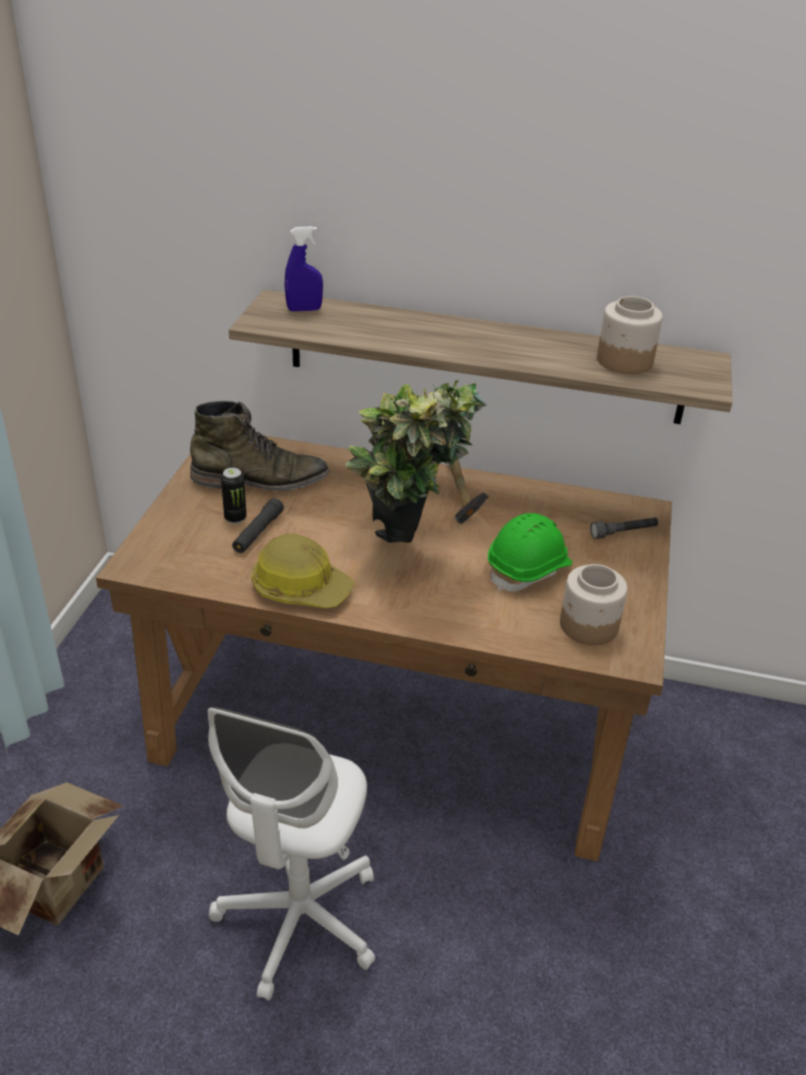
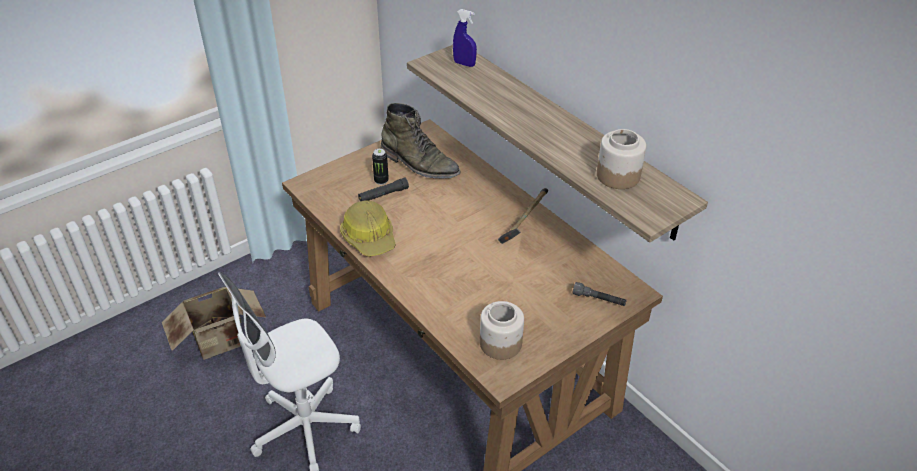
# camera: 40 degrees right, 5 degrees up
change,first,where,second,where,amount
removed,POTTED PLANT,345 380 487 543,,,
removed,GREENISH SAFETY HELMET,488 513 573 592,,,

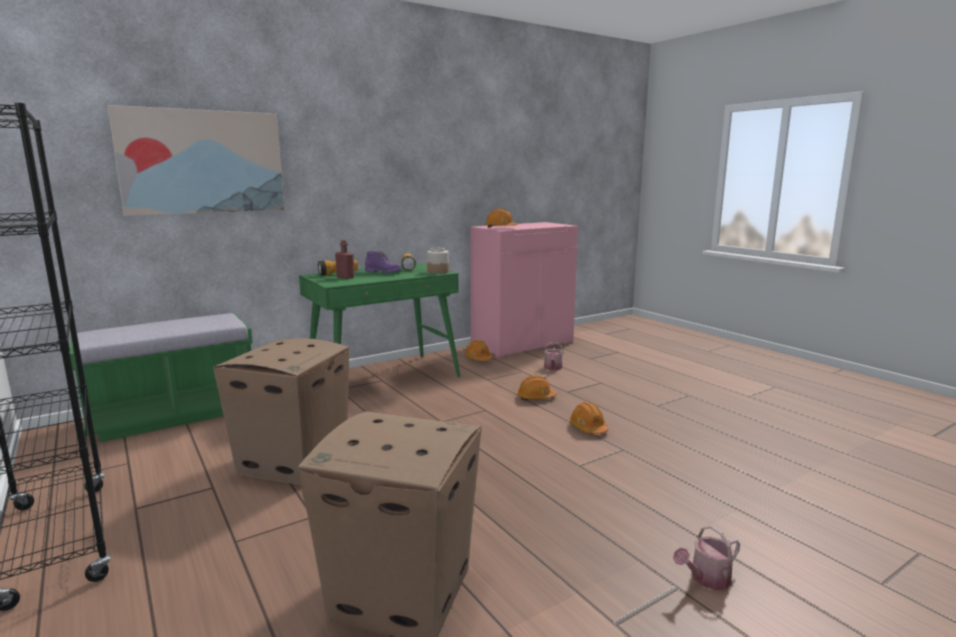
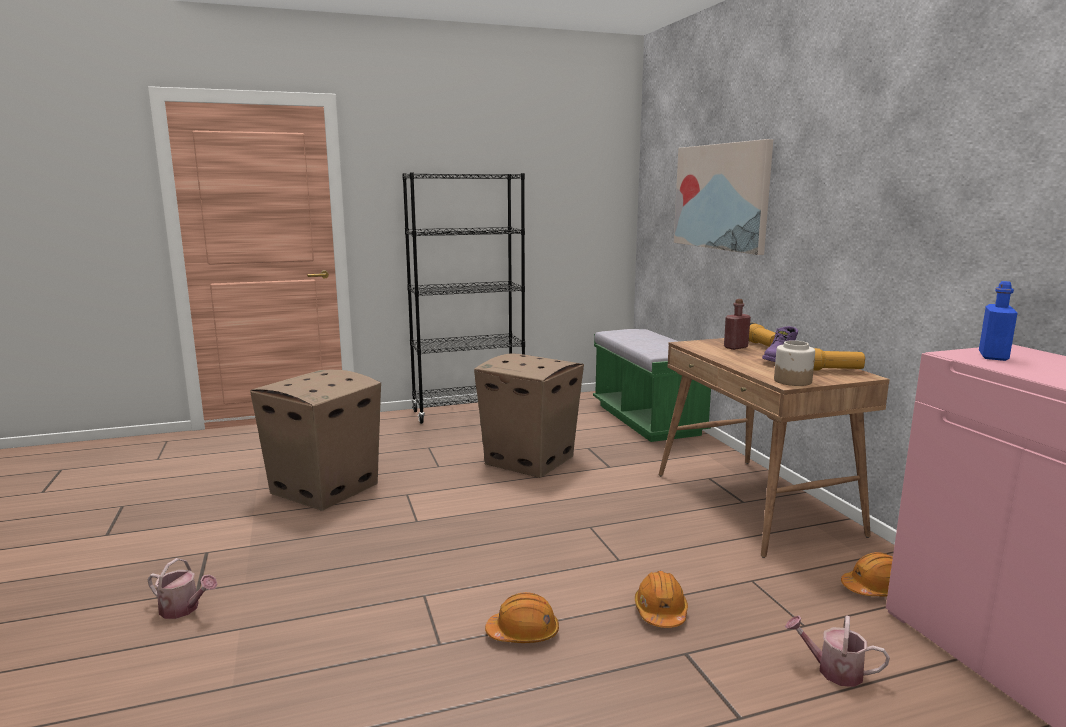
# camera: 105 degrees right, 0 degrees up
change,first,where,second,where,amount
turned,WATERING CAN,673 526 740 590,,147 558 217 619,120 degrees clockwise
recoloured,GREENISH DESK,299 263 460 377,BROWNISH DESK,659 338 890 558,
replaced,ORANGE-COLOURED SAFETY HELMET,485 209 518 228,BLUISH BOTTLE,979 281 1017 361,

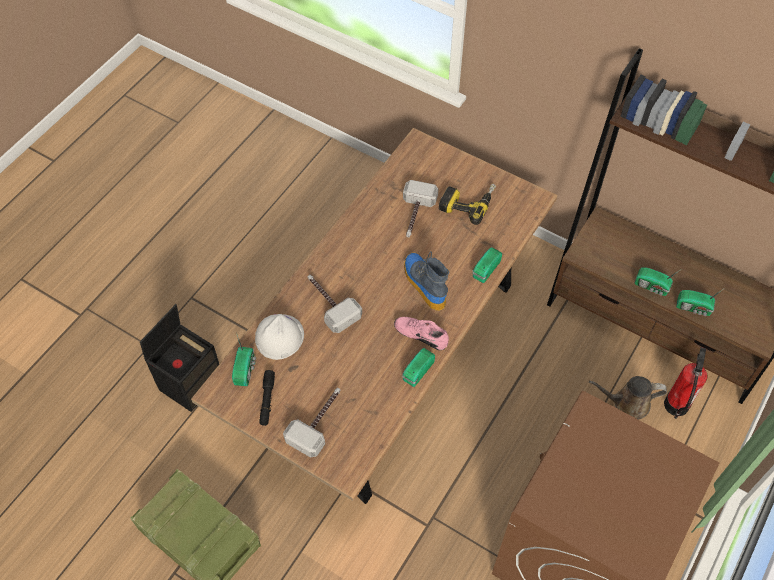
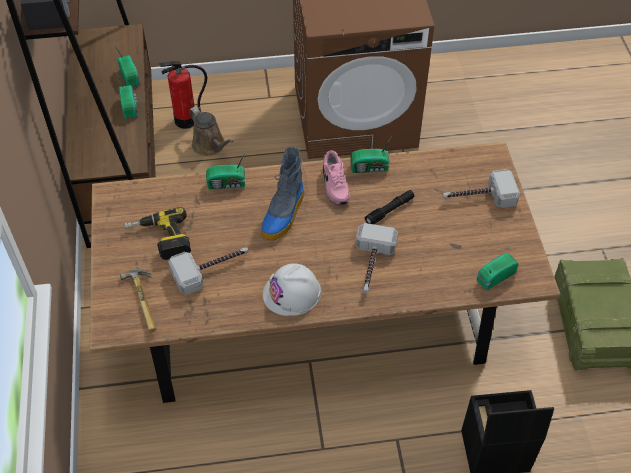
# camera: 130 degrees left, 5 degrees down
change,first,where,second,where,amount
added,,,HAMMER,120 269 157 332,
moved,WHITE SAFETY HELMET,255 314 304 360,,263 263 321 316,
moved,BLACKISH TORCH,259 370 275 426,,365 190 414 224,

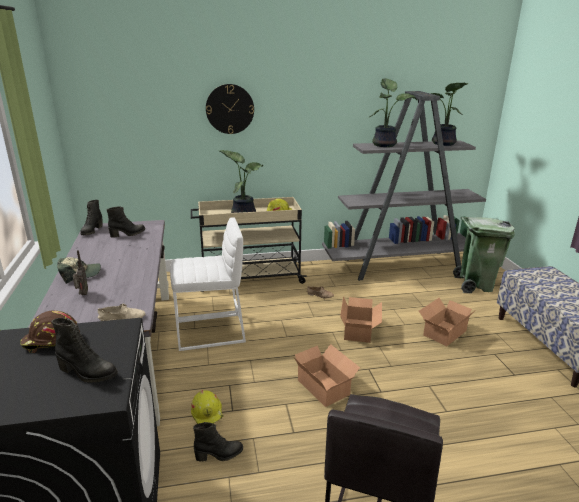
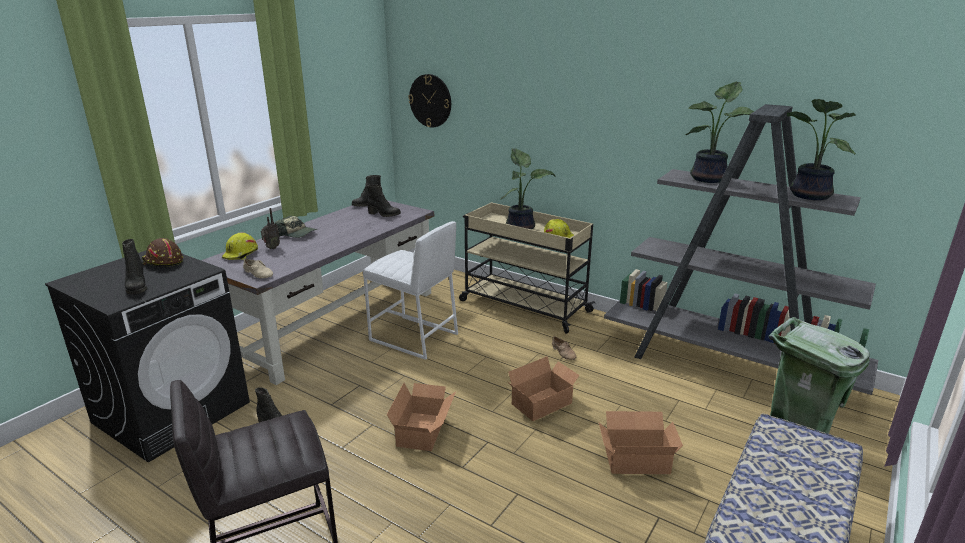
# camera: 45 degrees right, 0 degrees up
change,first,where,second,where,amount
moved,YELLOWISH SAFETY HELMET,191 390 223 424,,222 232 258 260,
moved,WALL CLOCK,206 84 254 134,,408 74 451 127,

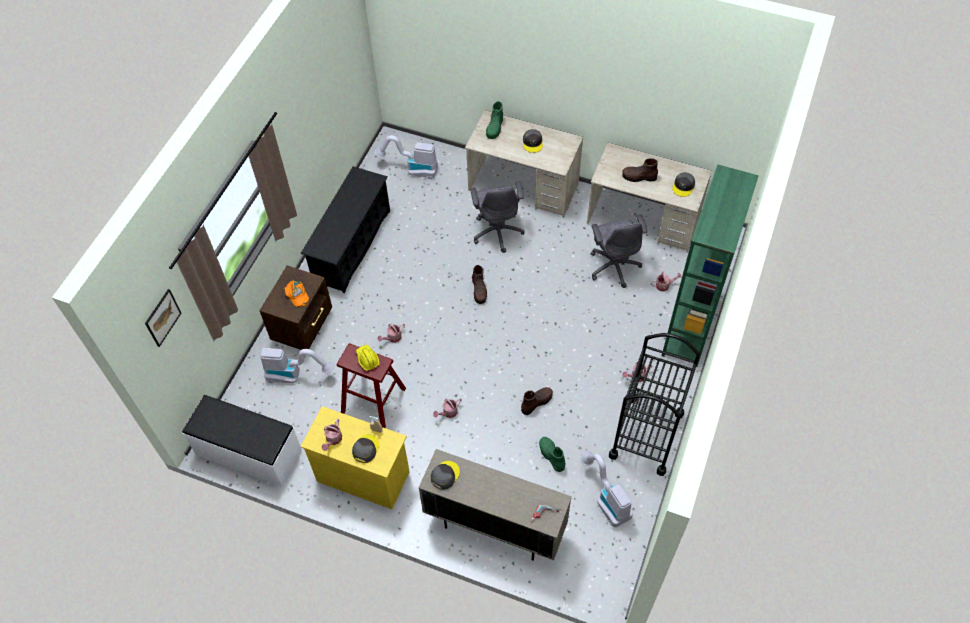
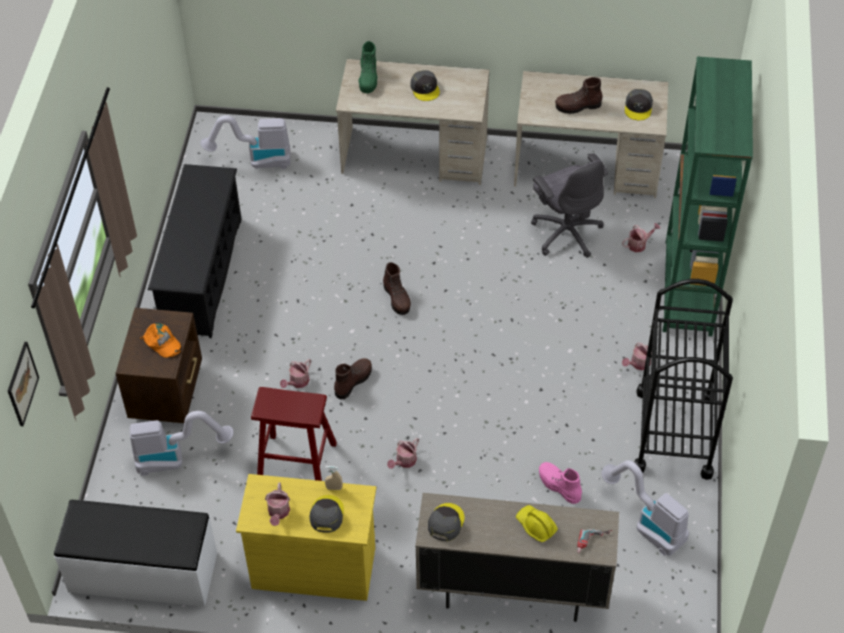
# camera: 15 degrees left, 5 degrees down
change,first,where,second,where,amount
moved,BROWNISH TALL BOOT,521 387 553 415,,334 358 372 399,
moved,YELLOWISH SAFETY HELMET,356 345 380 371,,516 505 558 542,
recoloured,GREENISH TALL BOOT,539 437 565 472,PINK-COLOURED TALL BOOT,539 462 582 504,
removed,GRAY DESK CHAIR,470 181 525 253,,,

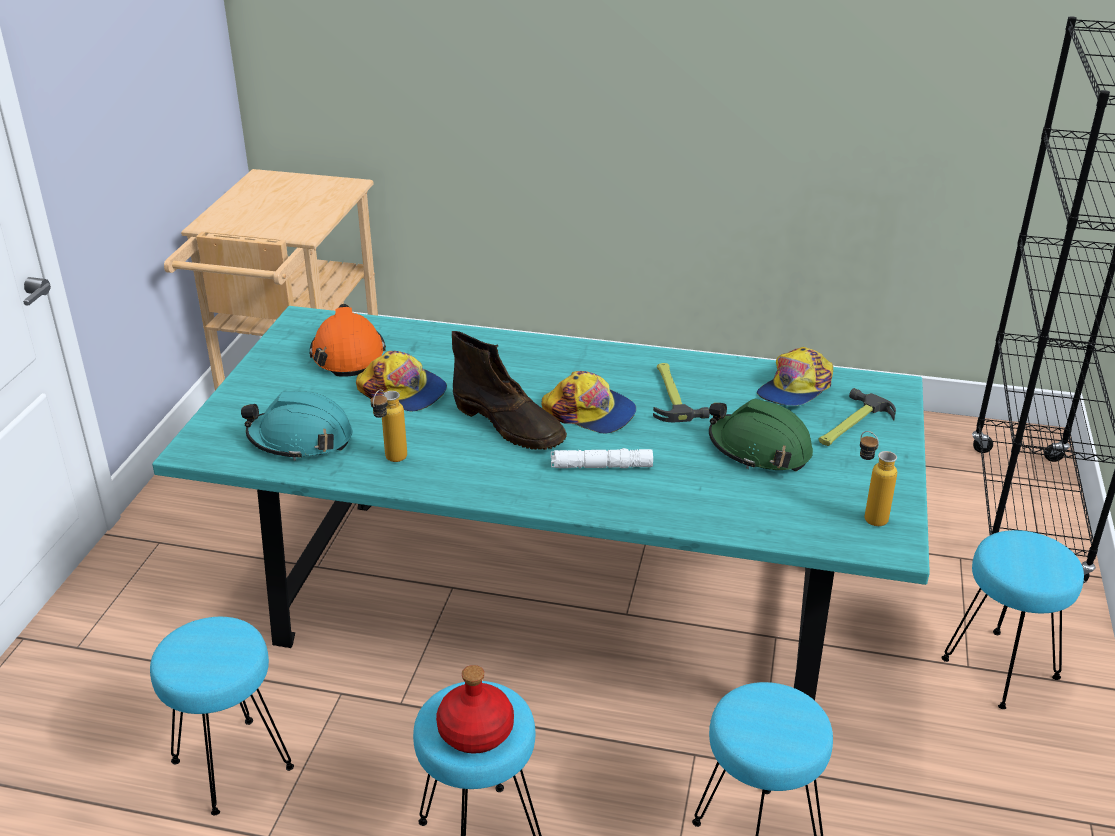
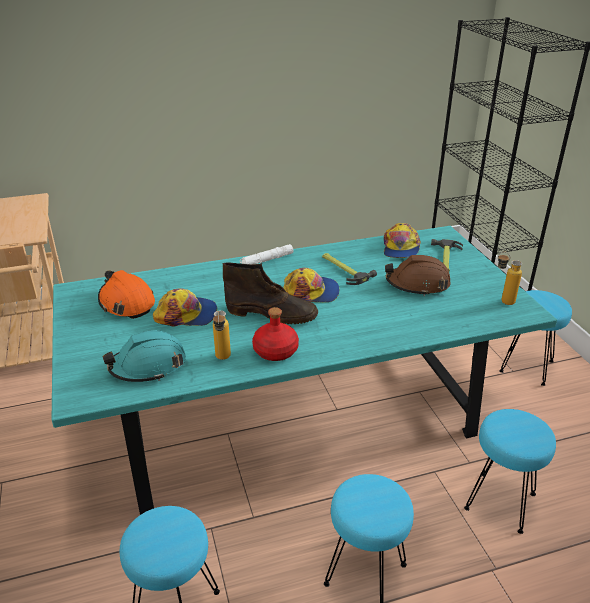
# camera: 30 degrees left, 0 degrees up
change,first,where,second,where,amount
moved,WHITE TORCH,551 448 653 468,,240 244 294 264,
moved,RED BOTTLE,436 665 514 754,,252 307 299 361,
recoloured,GREENISH SAFETY HELMET,709 399 813 471,BROWNISH SAFETY HELMET,385 255 451 296,

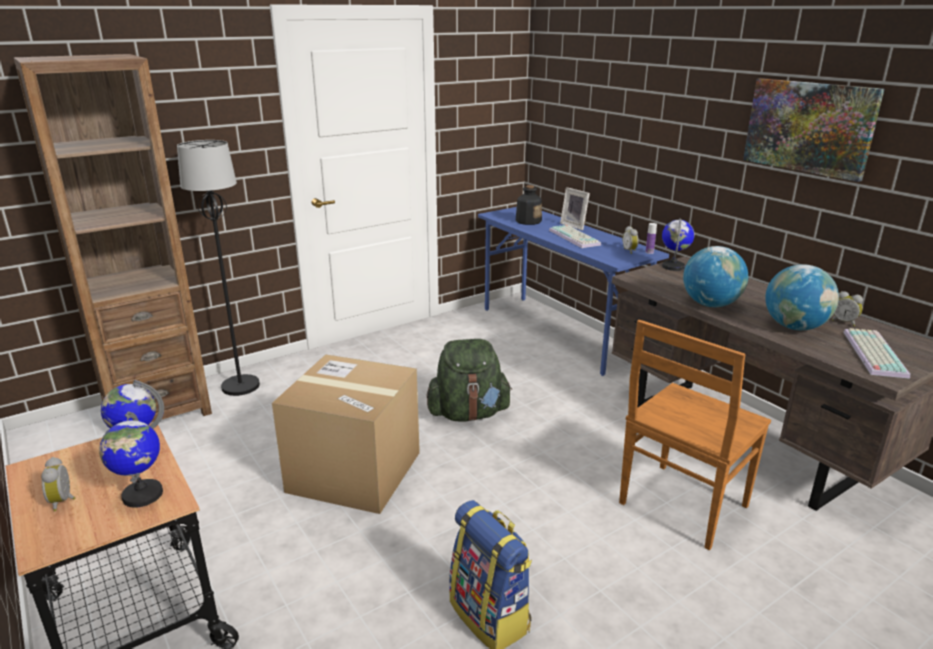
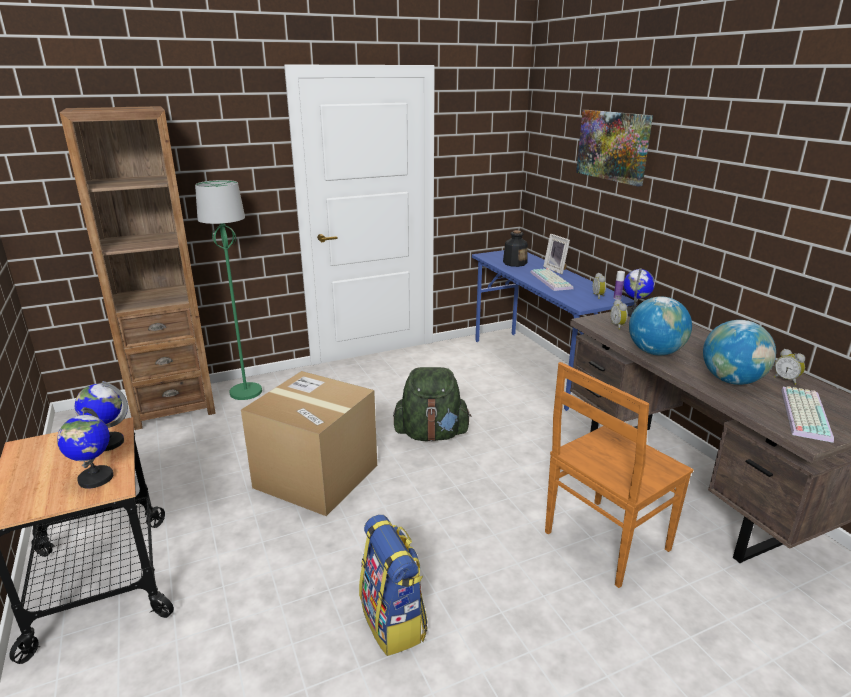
# camera: 10 degrees right, 0 degrees up
change,first,where,second,where,amount
recoloured,BLACKISH STANDARD LAMP,177 140 260 396,GREENISH STANDARD LAMP,195 180 262 400,
moved,WALL ART,743 78 884 182,,576 110 653 187,
moved,ALARM CLOCK,41 457 75 512,,610 299 628 330,

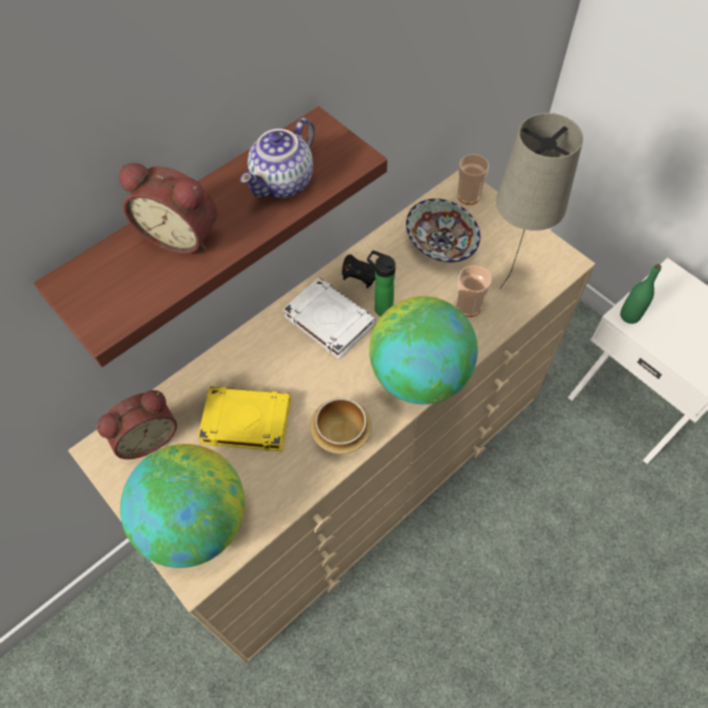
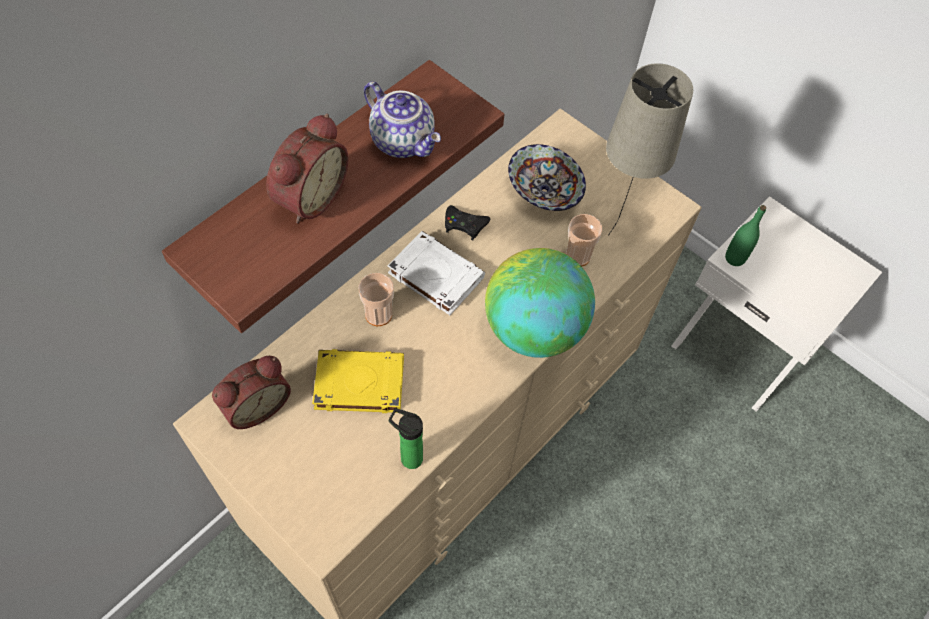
# camera: 10 degrees left, 0 degrees up
change,first,where,second,where,amount
turned,ALARM CLOCK,119 163 217 255,,266 114 349 224,75 degrees counterclockwise
moved,CUP,457 154 489 205,,359 273 394 326,
turned,POT FOR TEA,240 118 315 198,,364 82 441 158,75 degrees counterclockwise
moved,BOTTLE,367 250 396 316,,389 408 423 469,
removed,WORLD GLOBE,120 444 245 568,,,
removed,SERVING BOWL,310 398 372 454,,,

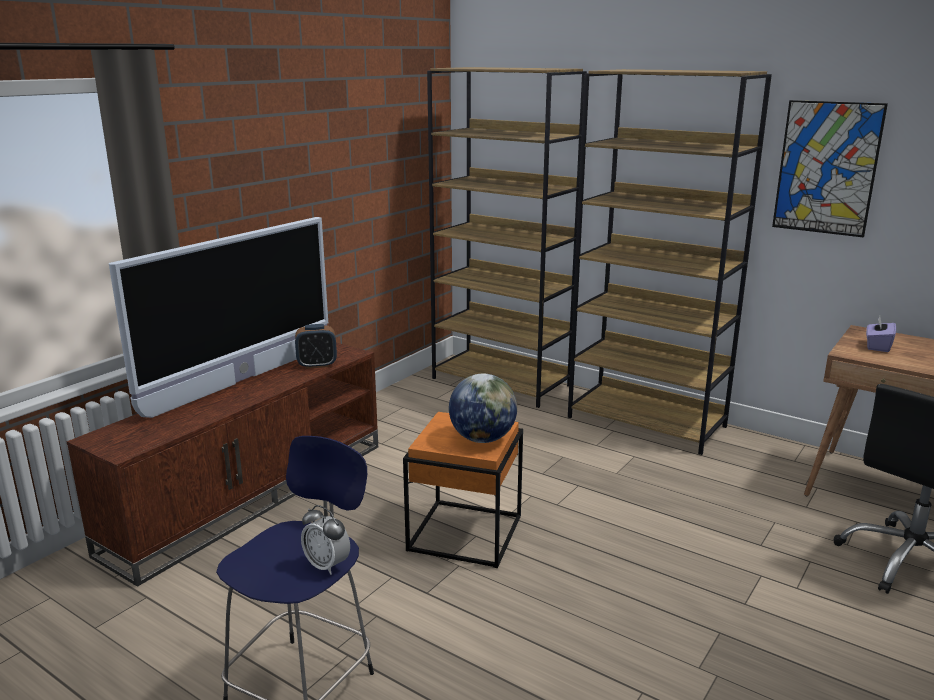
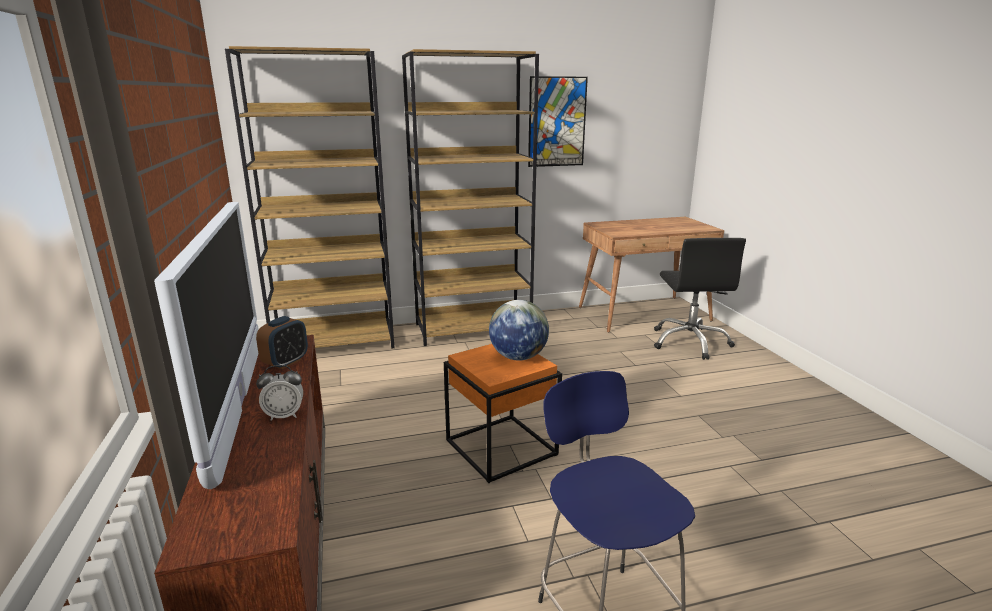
# camera: 50 degrees left, 0 degrees up
change,first,where,second,where,amount
moved,ALARM CLOCK,301 505 350 575,,256 365 303 421,
removed,PURPLE TISSUE BOX,866 316 896 352,,,

